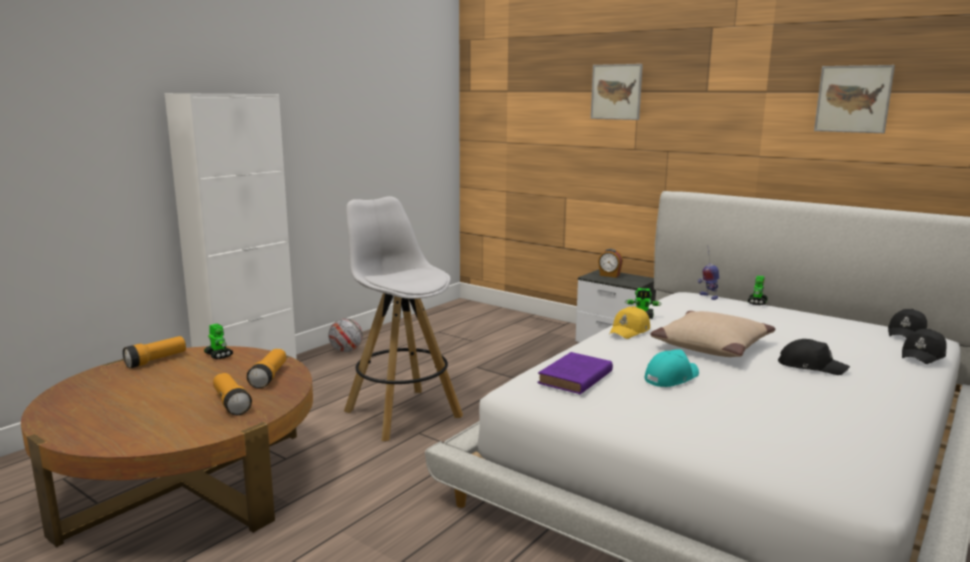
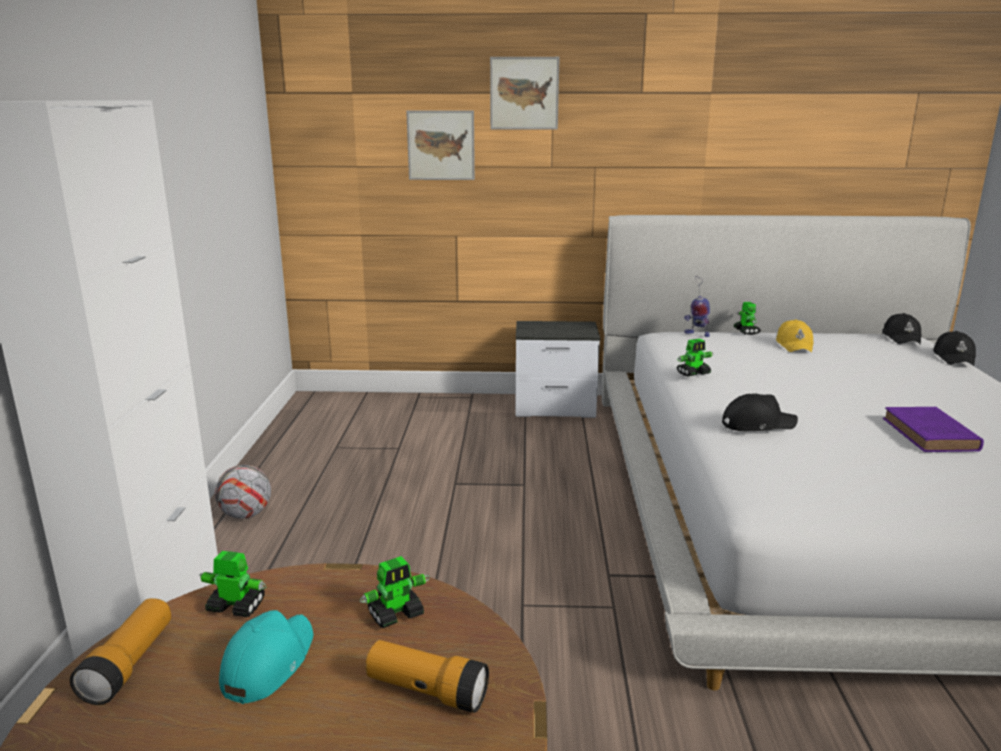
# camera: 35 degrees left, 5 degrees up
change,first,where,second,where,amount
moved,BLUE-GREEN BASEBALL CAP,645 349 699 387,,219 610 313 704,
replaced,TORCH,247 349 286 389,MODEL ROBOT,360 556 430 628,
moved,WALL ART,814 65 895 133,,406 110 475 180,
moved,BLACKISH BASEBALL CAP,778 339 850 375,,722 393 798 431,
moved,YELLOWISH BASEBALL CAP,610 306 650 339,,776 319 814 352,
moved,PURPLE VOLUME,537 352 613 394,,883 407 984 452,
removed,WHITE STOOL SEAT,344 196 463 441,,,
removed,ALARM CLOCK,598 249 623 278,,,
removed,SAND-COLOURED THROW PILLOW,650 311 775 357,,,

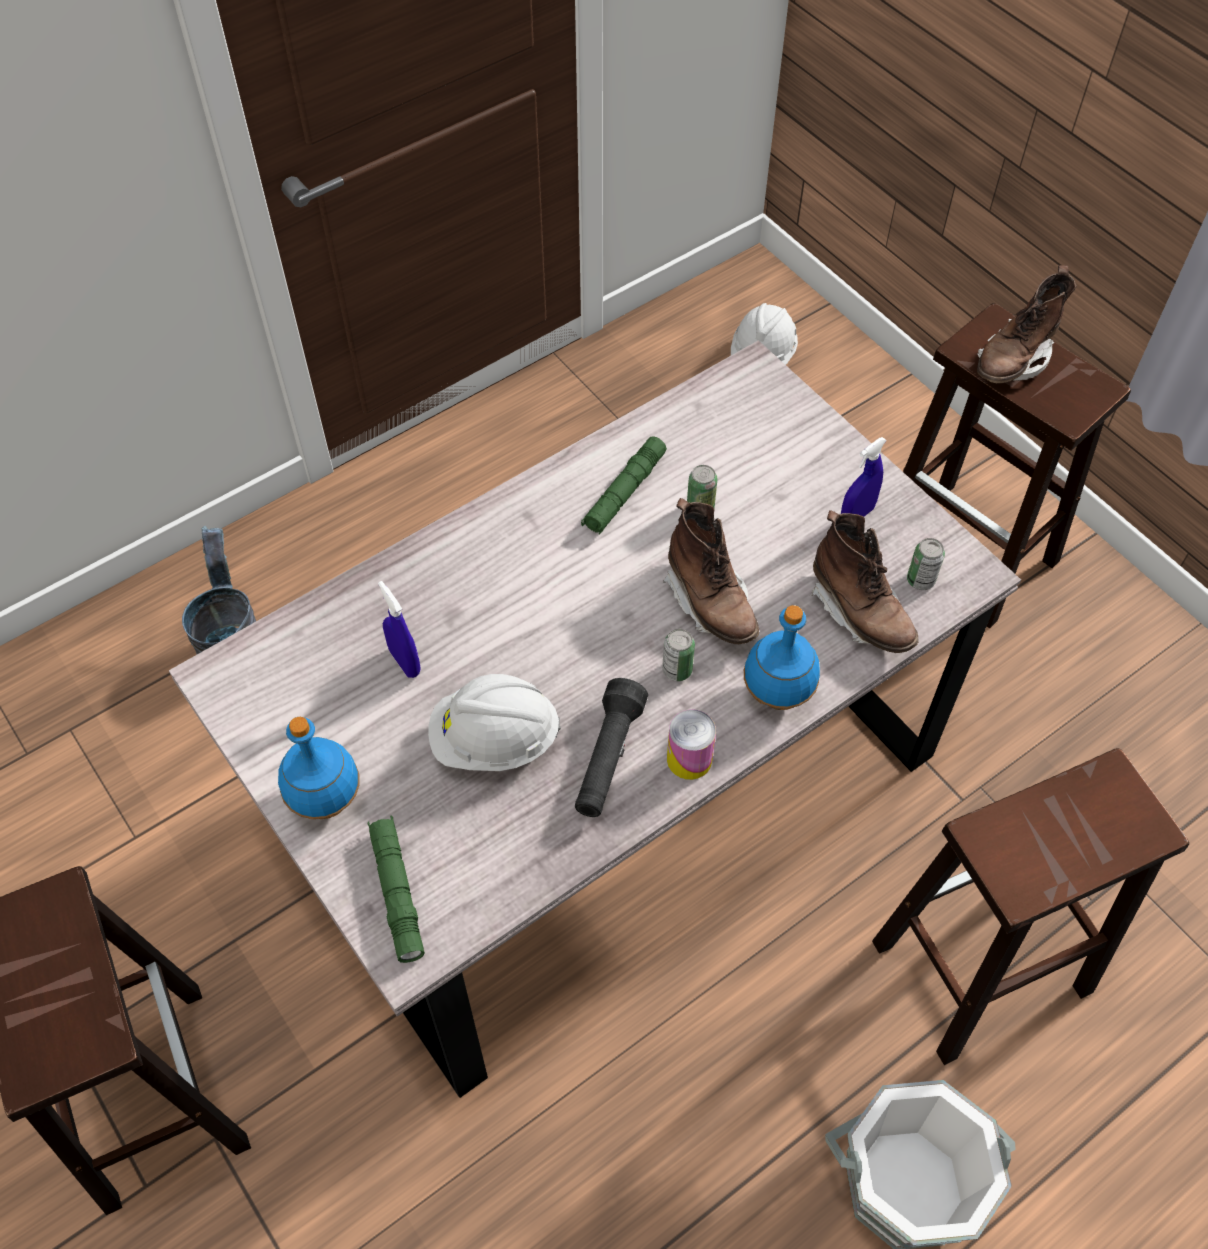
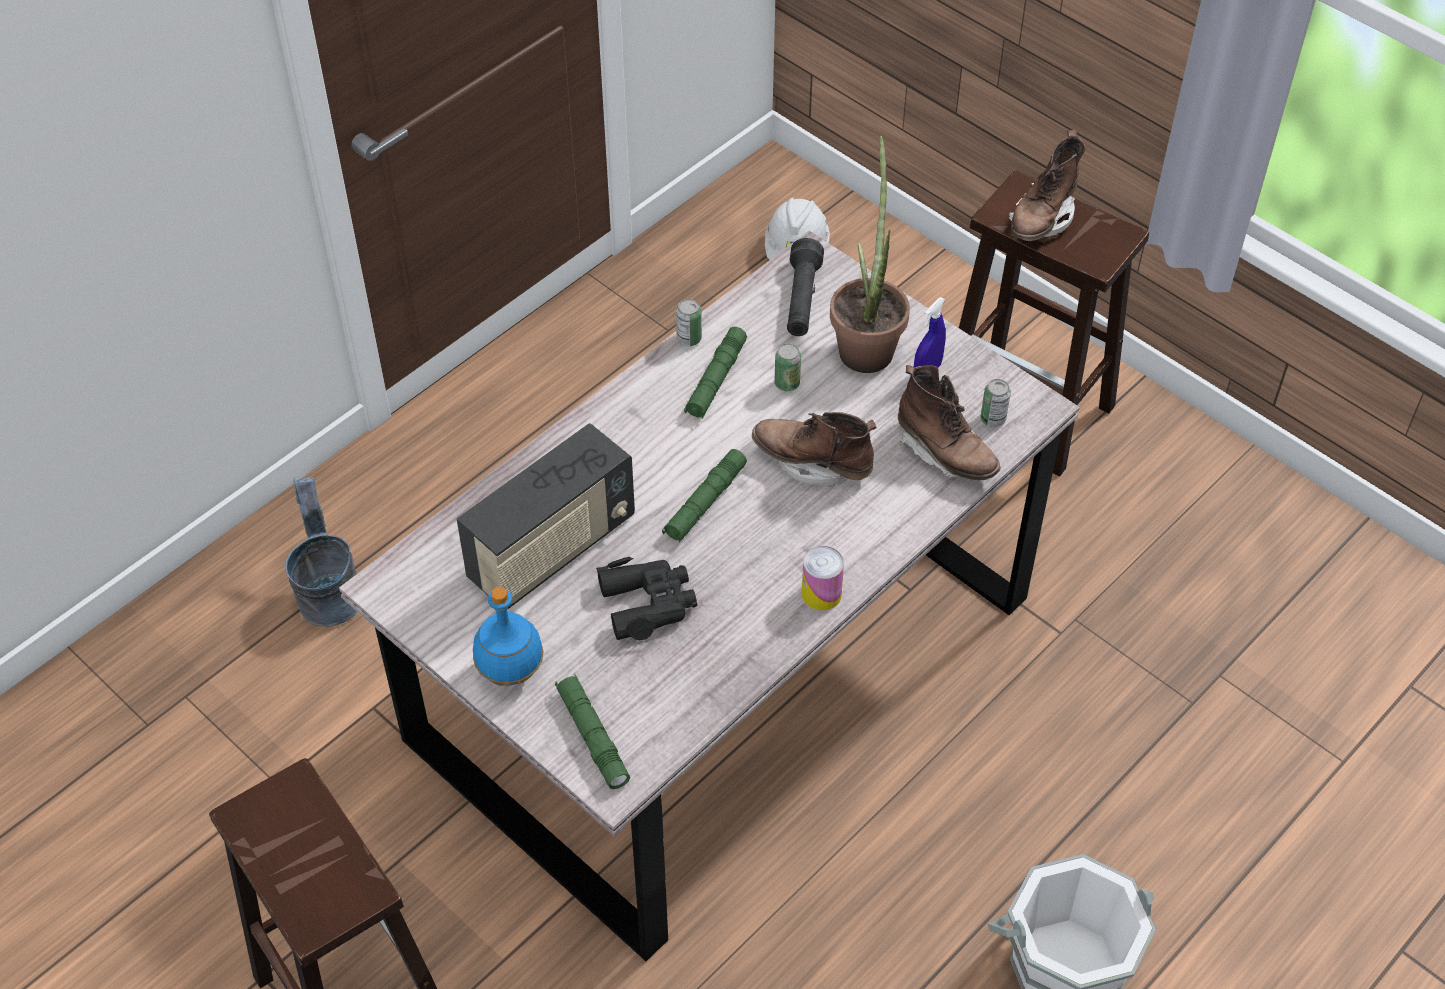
# camera: 10 degrees left, 5 degrees down
change,first,where,second,where,amount
replaced,BLUISH HAND SPRAYER,378 581 421 678,RADIO SET,456 423 635 610,
replaced,WHITE SAFETY HELMET,428 674 561 771,BLACKISH PAIR OF BINOCULARS,596 557 697 640,
added,,,GREENISH TORCH,662 449 747 543,
moved,METAL CAN,662 629 695 681,,676 299 702 346,
turned,BROWNISH TALL BOOT,663 498 759 644,,752 412 876 489,150 degrees clockwise
moved,BLACKISH TORCH,575 678 648 817,,787 238 824 336,
added,,,POTTED PLANT,830 136 910 373,
removed,BLUISH BOTTLE,744 605 820 710,,,
removed,BROWNISH STOOL SEAT,872 748 1189 1065,,,

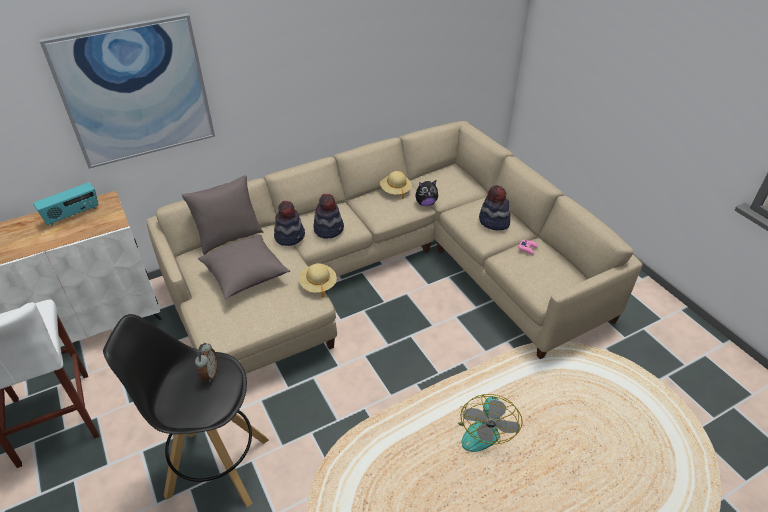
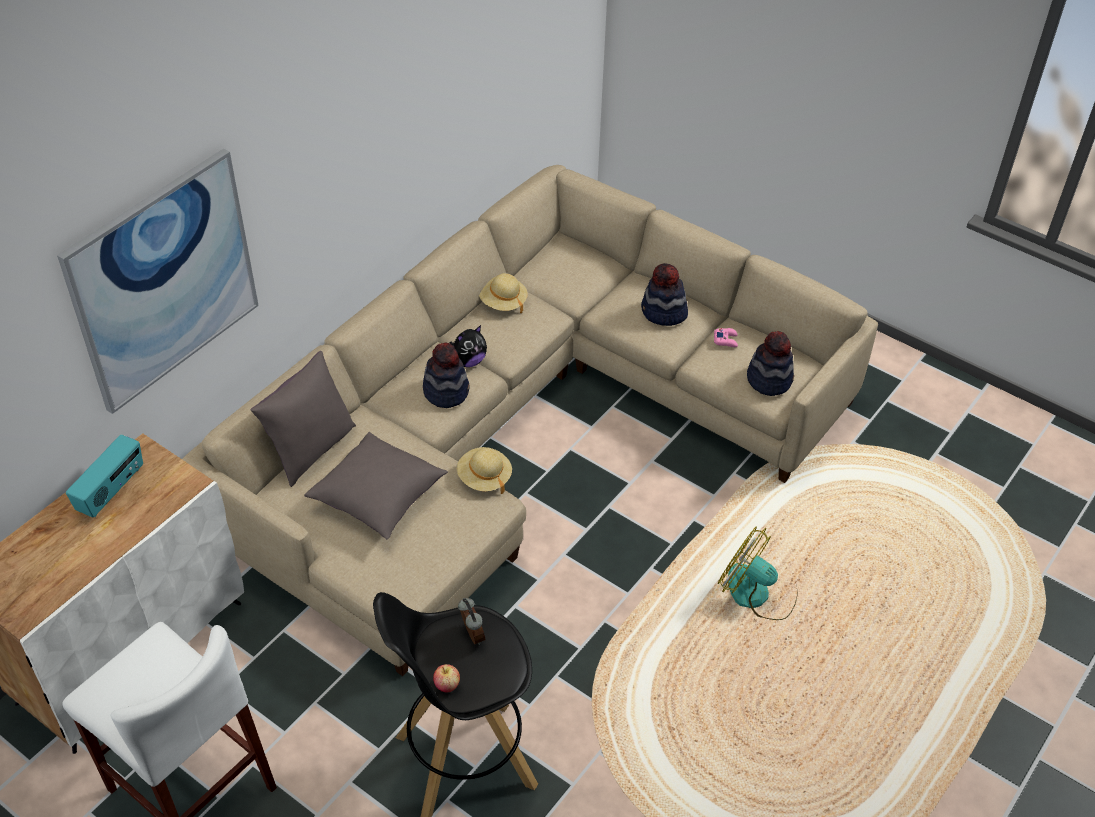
# camera: 25 degrees left, 5 degrees up
change,first,where,second,where,amount
added,,,APPLE FRUIT,433 664 460 692,
moved,PLUSH TOY,416 180 438 206,,450 325 487 367,
turned,ELECTRIC FAN,458 394 522 452,,718 527 797 620,135 degrees clockwise
moved,HAT,274 201 305 246,,747 331 794 396,

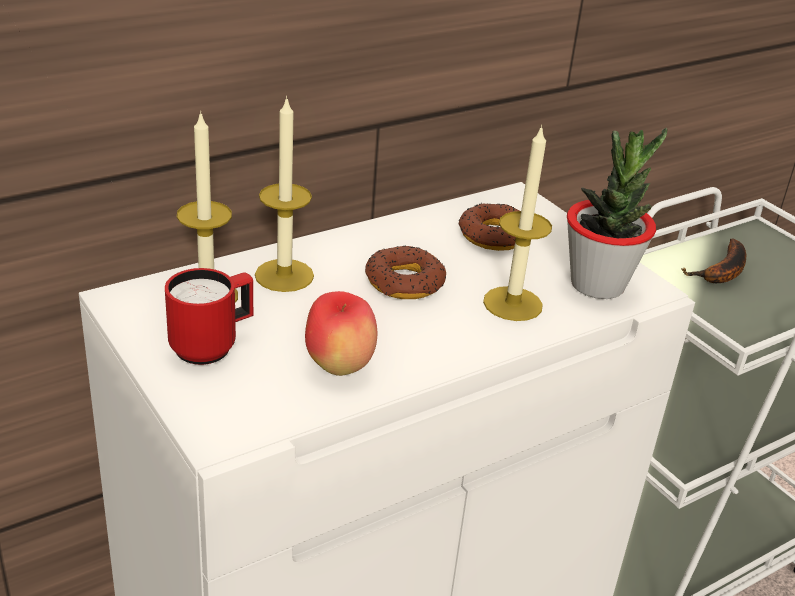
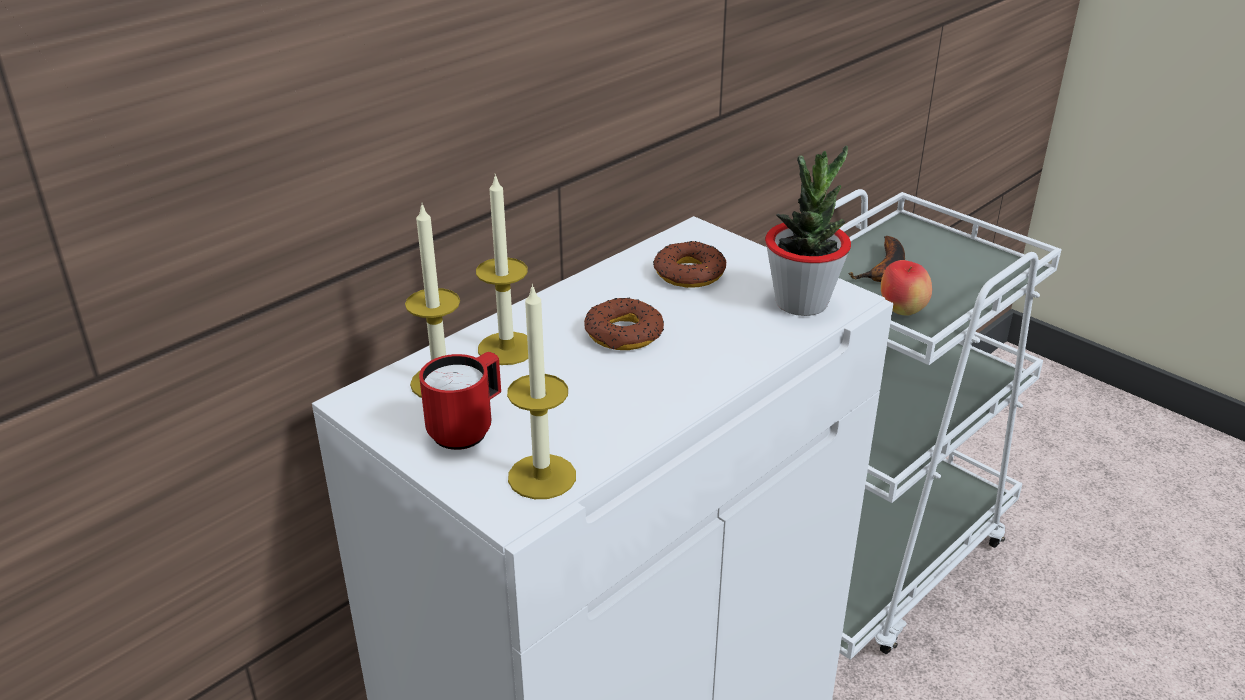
# camera: 10 degrees left, 0 degrees up
change,first,where,second,where,amount
moved,WAX CANDLE,483 125 552 321,,507 284 576 499,
moved,APPLE FRUIT,305 291 377 376,,881 260 932 316,

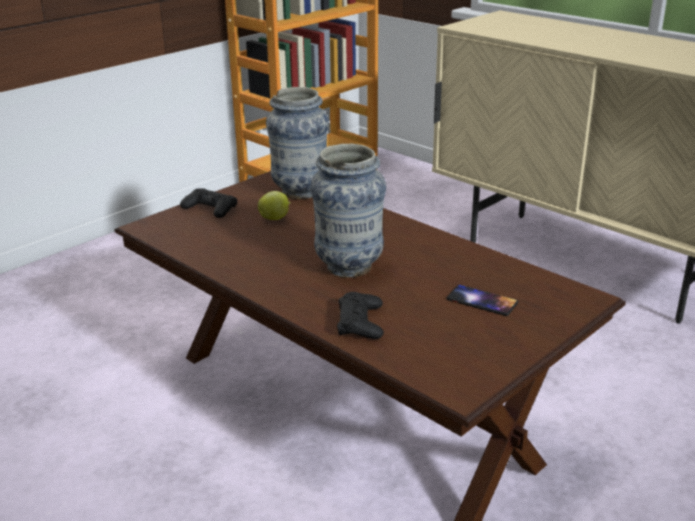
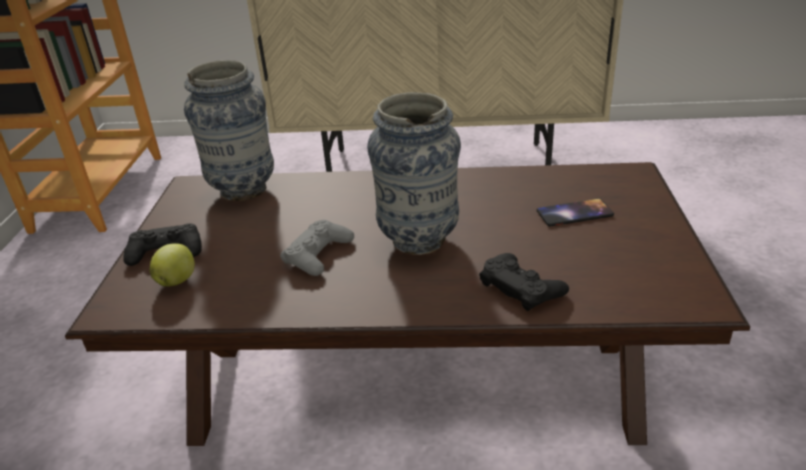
# camera: 40 degrees left, 5 degrees up
change,first,where,second,where,amount
moved,APPLE FRUIT,258 191 291 220,,150 244 195 287,
added,,,GRAY JOYPAD,280 220 354 276,

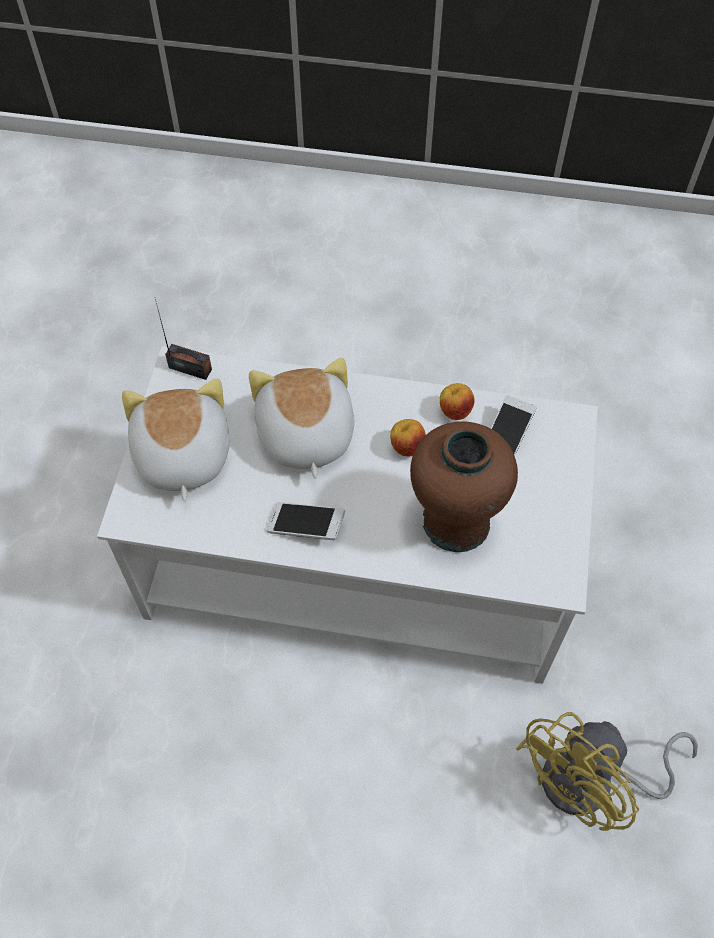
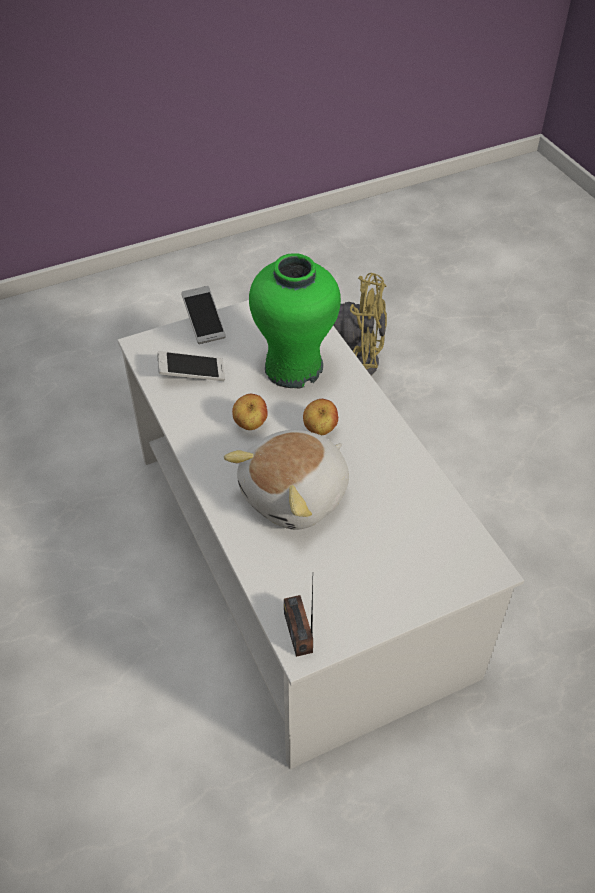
# camera: 125 degrees left, 10 degrees down
change,first,where,second,where,amount
moved,TELEPHONE,266 502 345 540,,182 286 226 344,
recoloured,BROWNISH VASE,410 421 518 552,GREENISH VASE,249 253 341 388,
moved,APPLE FRUIT,440 383 475 420,,303 399 338 435,
removed,PLUSH TOY,122 378 230 501,,,

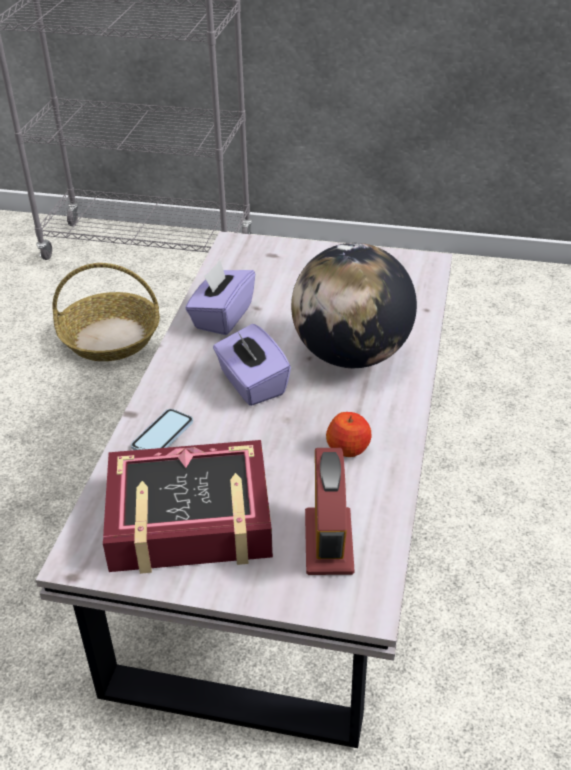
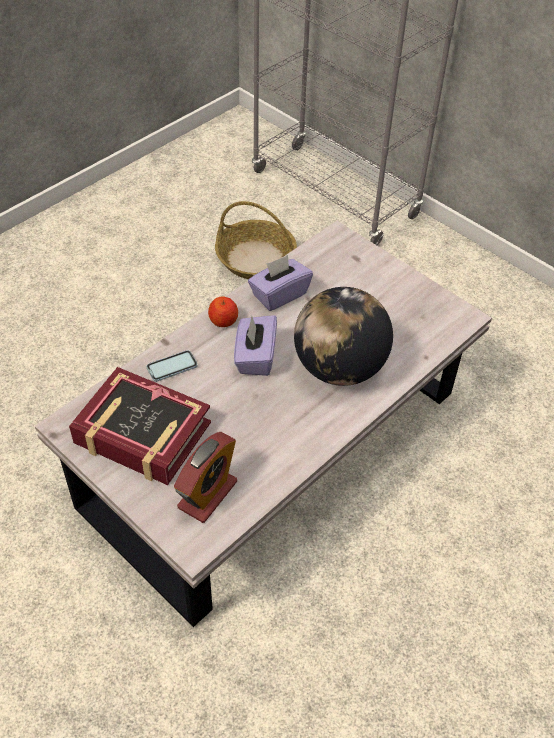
# camera: 30 degrees right, 10 degrees up
change,first,where,second,where,amount
moved,APPLE FRUIT,326 412 372 457,,208 296 238 327,

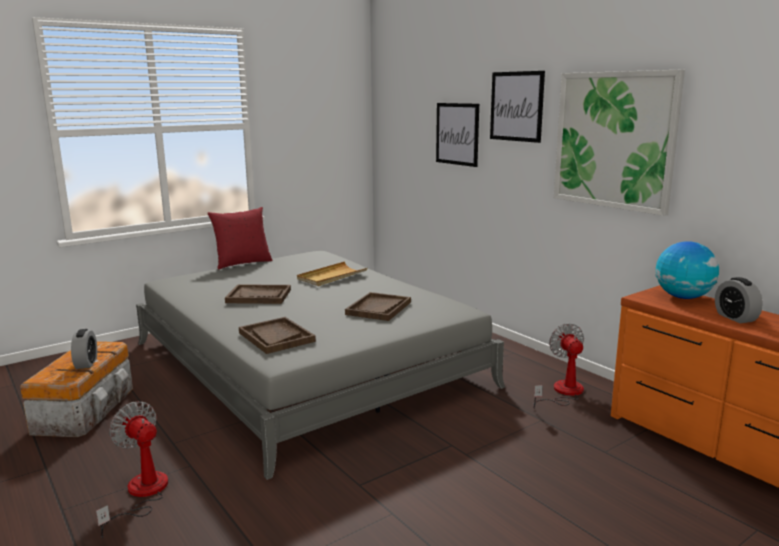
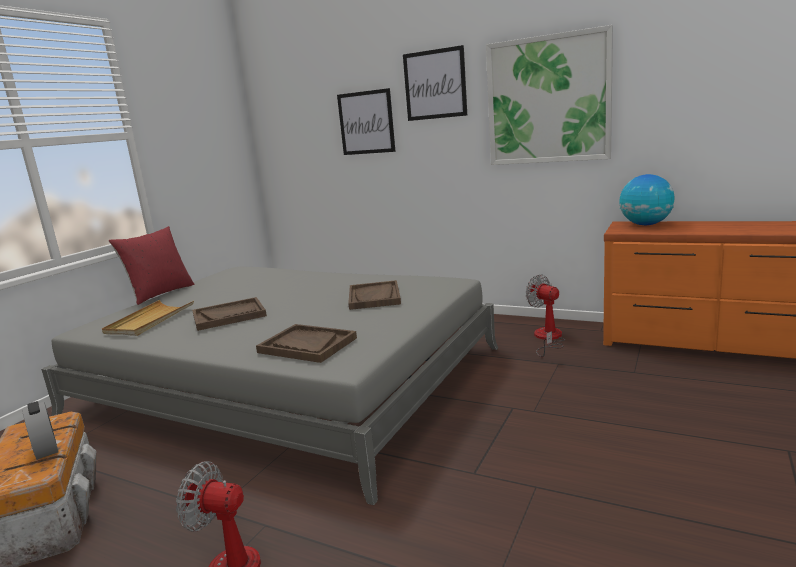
# camera: 25 degrees left, 0 degrees up
change,first,where,second,where,amount
moved,SAND-COLOURED CARRYING TRAY,297 261 367 286,,102 300 194 336,
removed,ALARM CLOCK,715 277 763 323,,,

